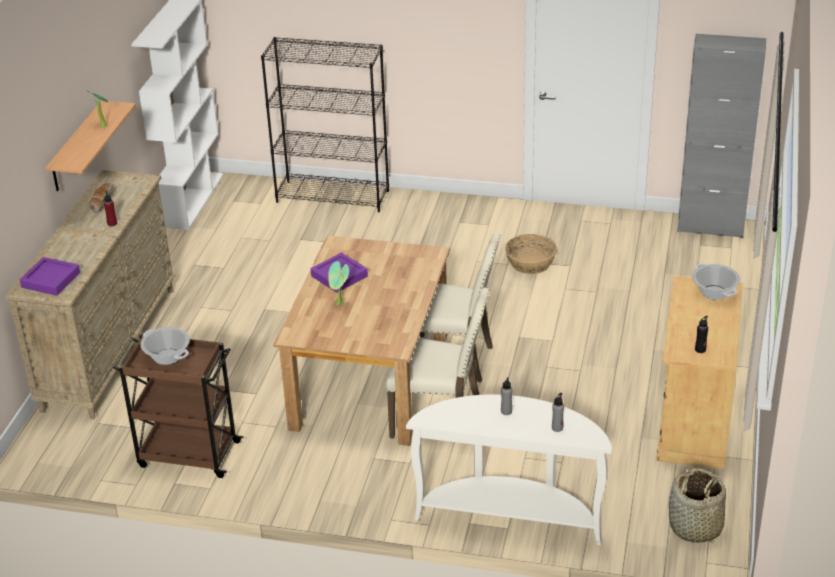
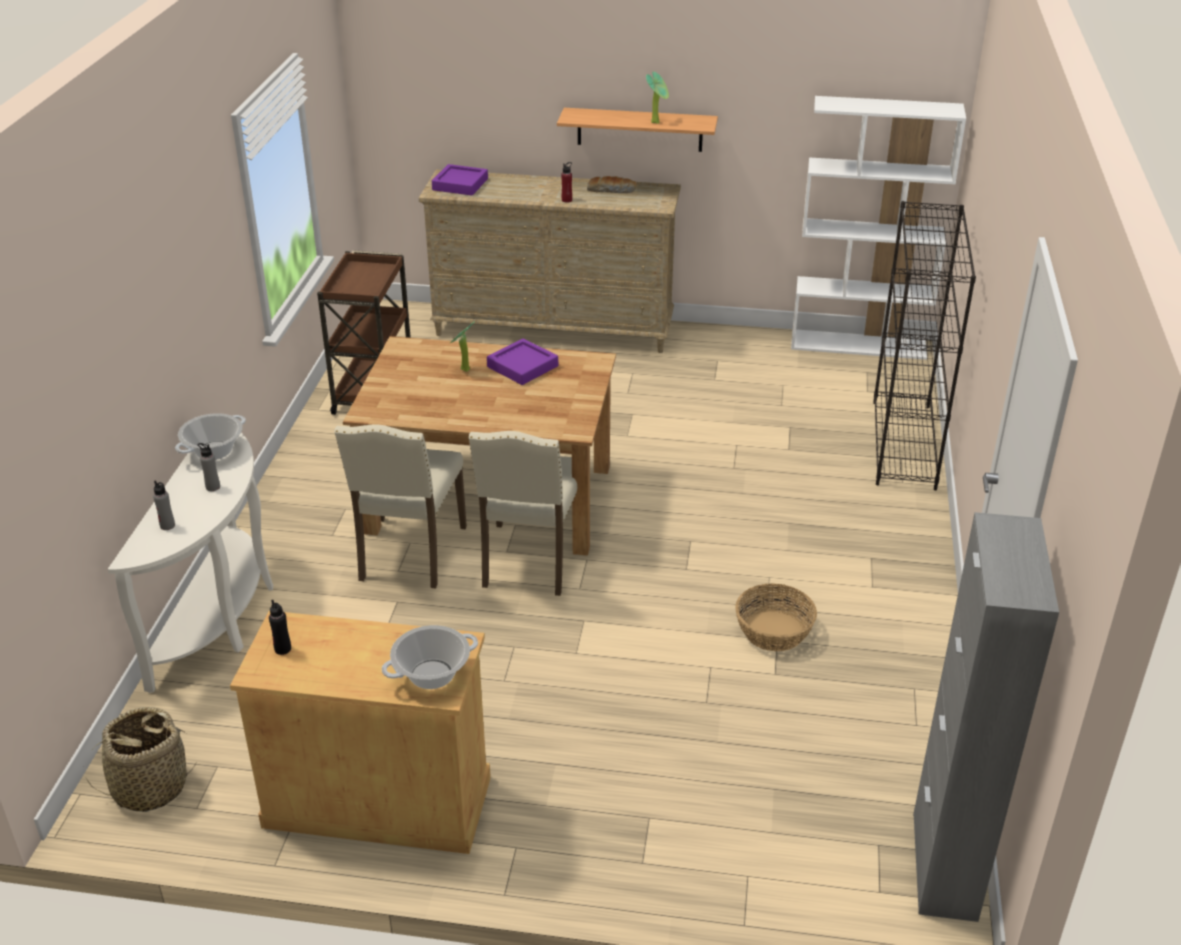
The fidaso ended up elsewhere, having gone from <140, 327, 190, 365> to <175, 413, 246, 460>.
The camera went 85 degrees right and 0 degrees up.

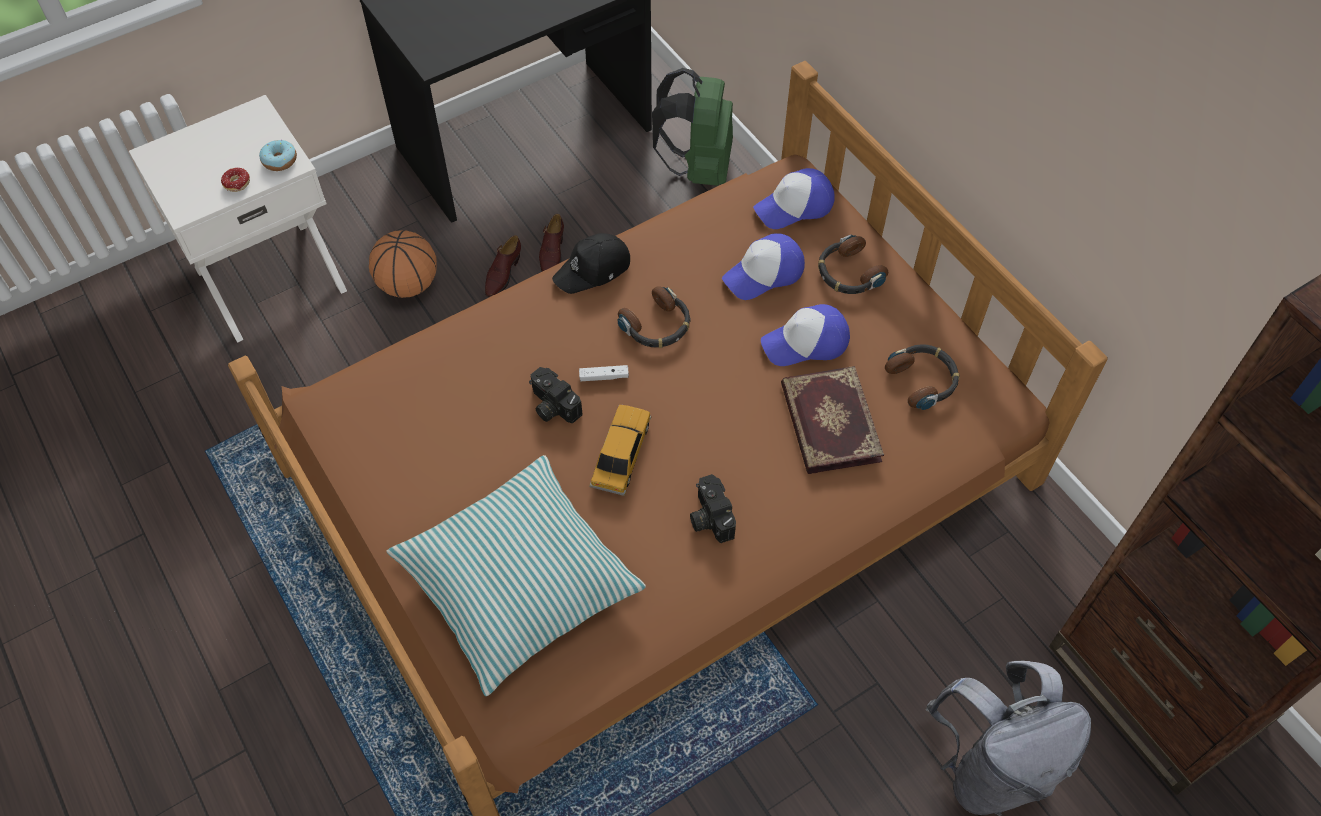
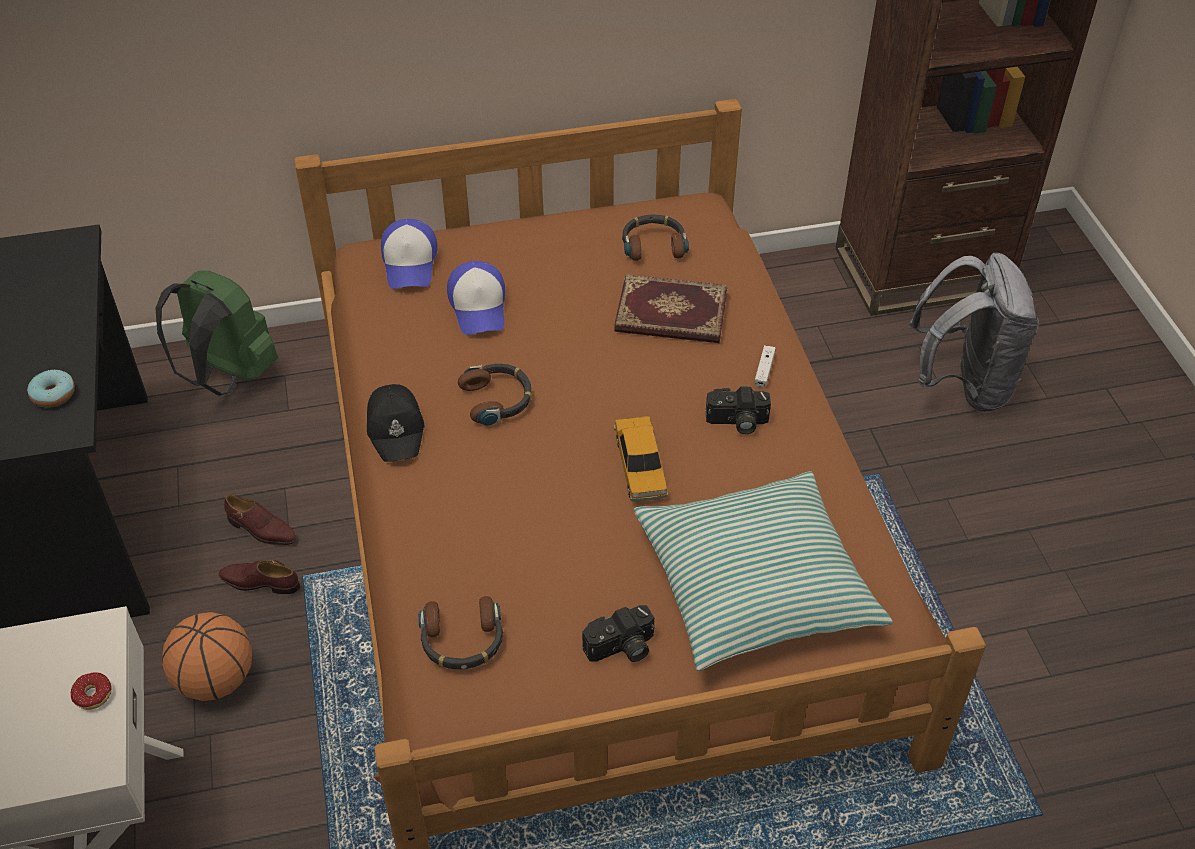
The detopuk ended up elsewhere, having gone from <259, 140, 297, 171> to <27, 370, 75, 408>.
The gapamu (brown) at <485, 235, 521, 297> ended up facing another way, 150 degrees clockwise from before.
The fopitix ended up elsewhere, having gone from <818, 234, 888, 294> to <418, 596, 503, 669>.
The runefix ended up elsewhere, having gone from <529, 367, 582, 424> to <582, 605, 655, 662>.
The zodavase at <589, 405, 651, 496> ended up facing another way, 135 degrees counterclockwise from before.
The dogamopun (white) ended up elsewhere, having gone from <579, 365, 629, 381> to <754, 345, 776, 388>.
The second view lost the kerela at <761, 304, 850, 366>.
The camera went 70 degrees left and 10 degrees down.

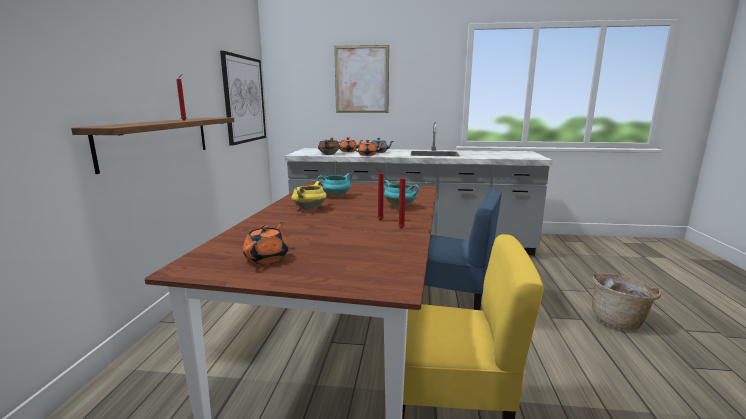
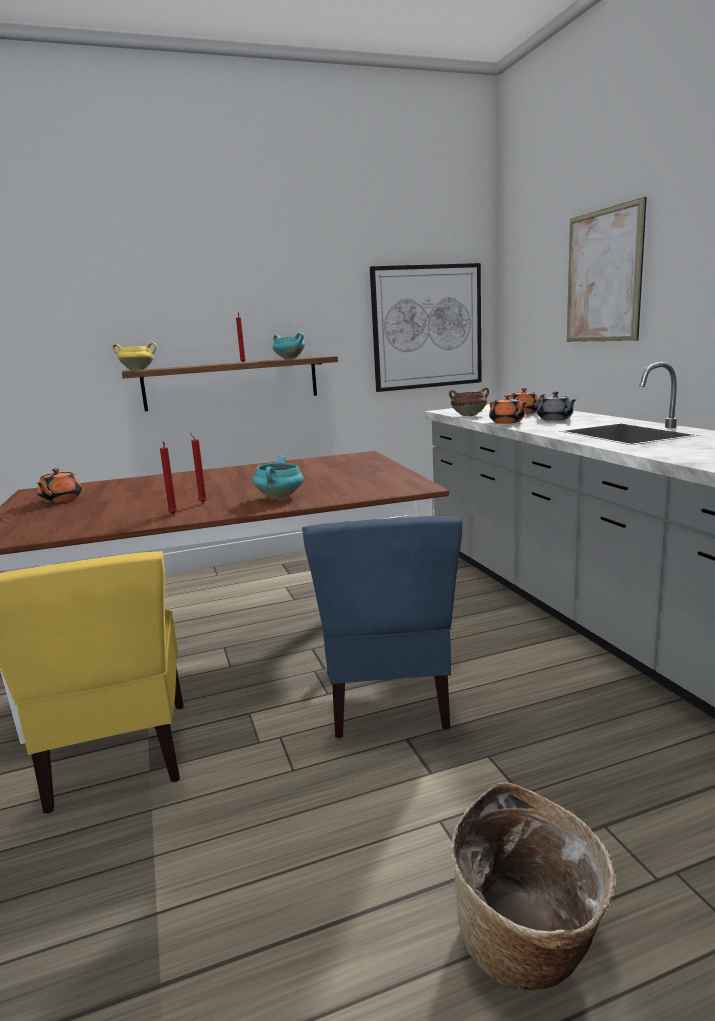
The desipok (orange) at <243, 222, 288, 264> ended up facing another way, 105 degrees clockwise from before.
The fidaso (yellow) ended up elsewhere, having gone from <292, 181, 327, 210> to <112, 342, 157, 370>.
The fidaso (turquoise) ended up elsewhere, having gone from <318, 173, 353, 197> to <273, 332, 305, 359>.
The camera went 65 degrees right and 0 degrees up.

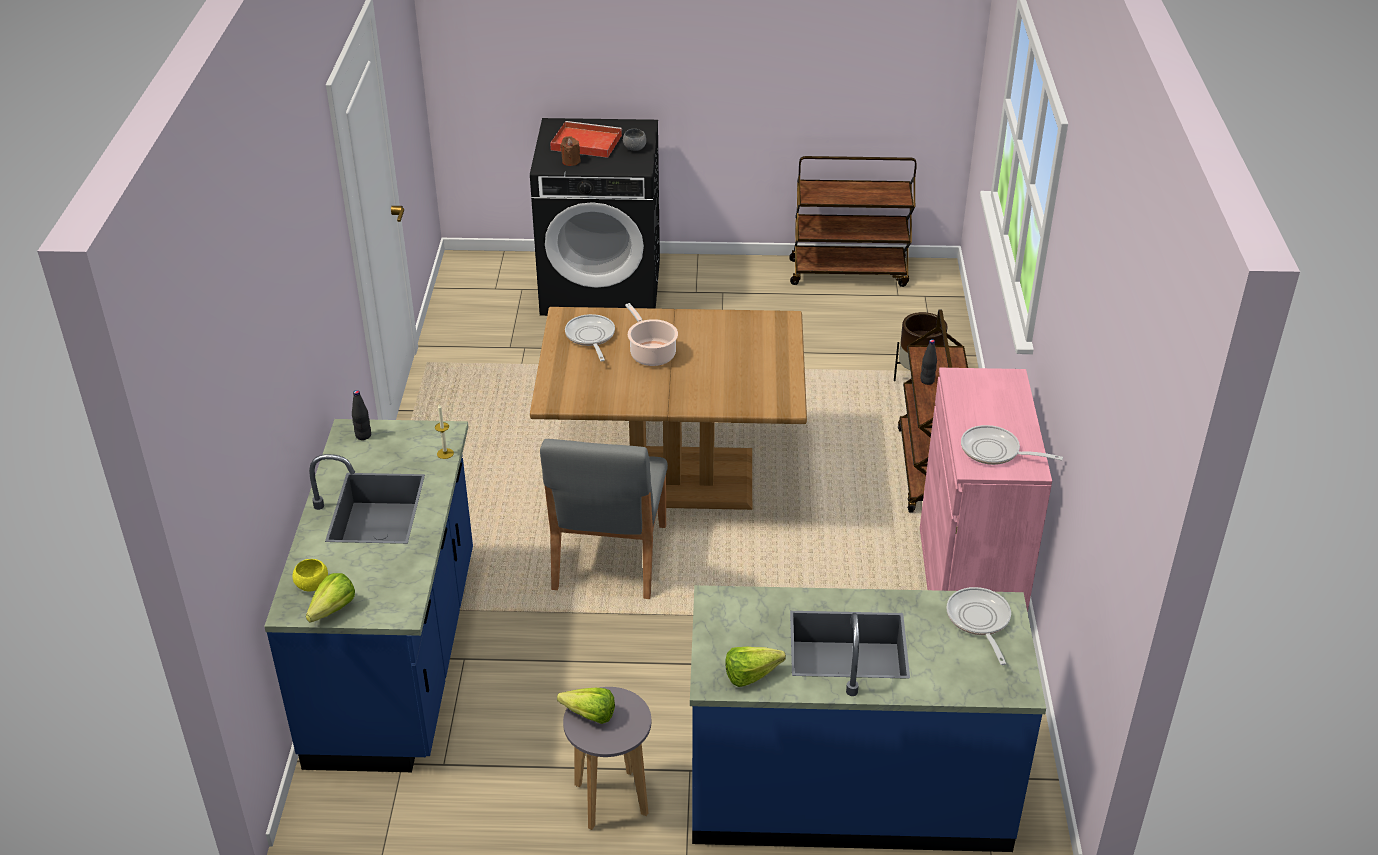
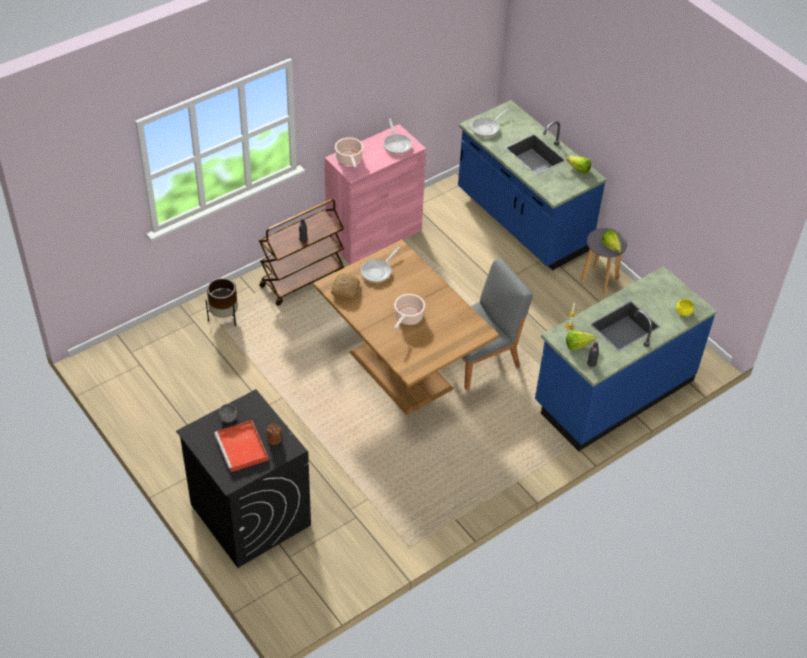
The second view gained the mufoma at <331, 273, 360, 300>.
The second view gained the fidaso at <335, 137, 363, 168>.
The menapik ended up elsewhere, having gone from <565, 314, 615, 361> to <361, 247, 400, 283>.
The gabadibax ended up elsewhere, having gone from <306, 573, 355, 623> to <566, 331, 596, 350>.
The second view lost the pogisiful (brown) at <789, 156, 917, 287>.
The camera went 130 degrees left and 10 degrees up.

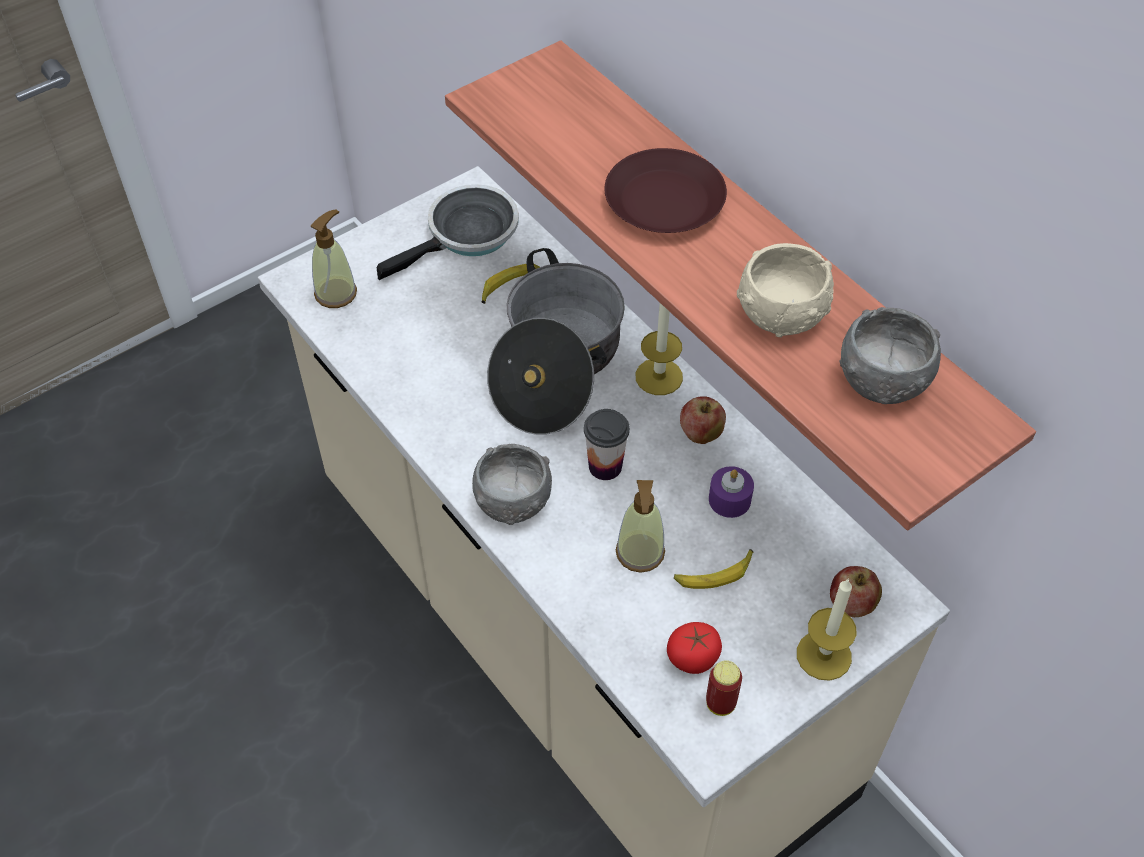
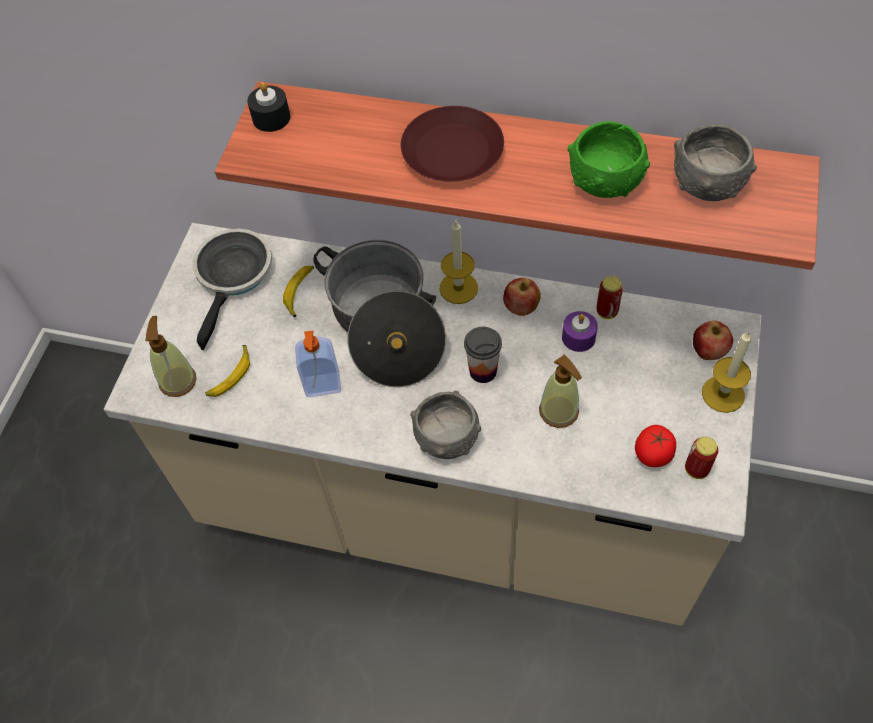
The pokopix ended up elsewhere, having gone from <674, 549, 753, 589> to <205, 345, 250, 397>.
The second view gained the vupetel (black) at <247, 82, 290, 132>.
The second view gained the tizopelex at <295, 330, 341, 397>.
What was the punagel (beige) at <737, 243, 834, 337> turned into the punagel (green) at <568, 121, 650, 198>.
The second view gained the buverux at <596, 276, 623, 319>.
The camera went 35 degrees left and 5 degrees up.

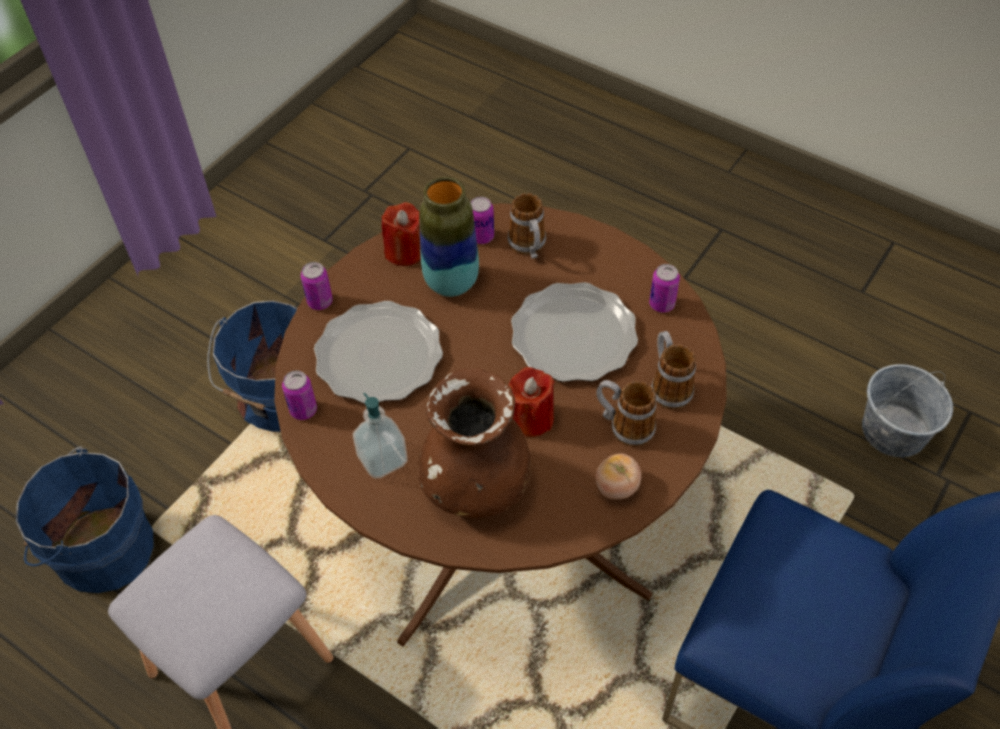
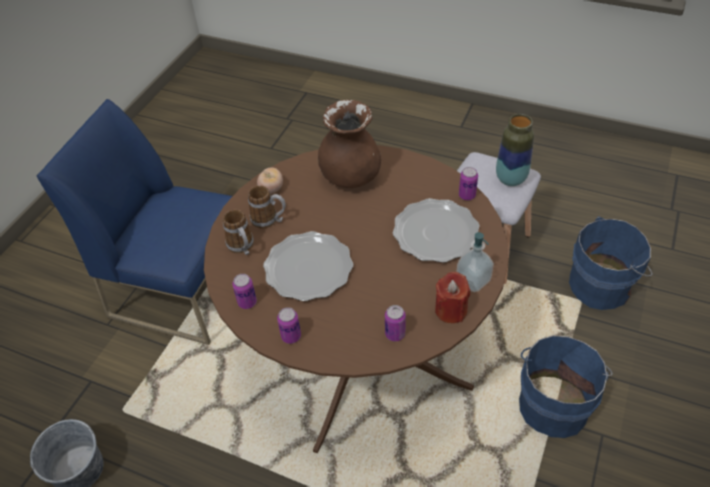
The buverux ended up elsewhere, having gone from <301, 262, 333, 310> to <277, 307, 301, 344>.
The tizopelex ended up elsewhere, having gone from <353, 393, 407, 479> to <456, 232, 494, 292>.
The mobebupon ended up elsewhere, having gone from <419, 177, 479, 297> to <496, 114, 534, 186>.
The second view lost the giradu at <508, 193, 546, 259>.
The second view lost the vupetel (red) at <509, 367, 554, 437>.
The camera went 170 degrees right and 5 degrees down.

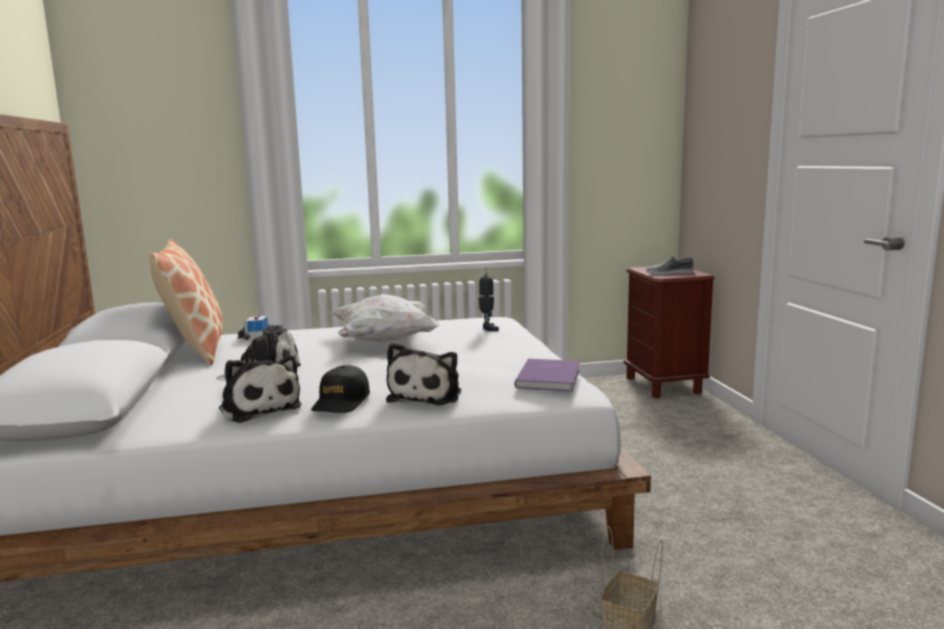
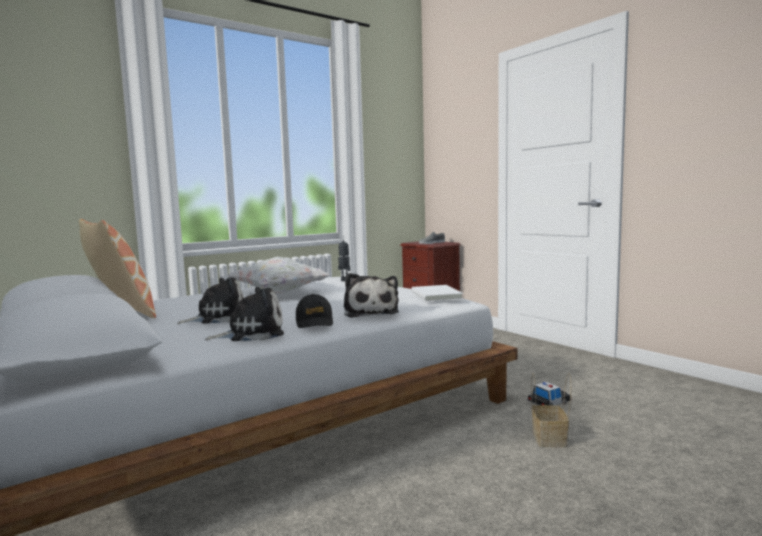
The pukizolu at <219, 355, 302, 423> ended up facing another way, 45 degrees counterclockwise from before.
What was the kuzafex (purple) at <514, 359, 580, 391> turned into the kuzafex (white) at <411, 285, 463, 302>.
The zodavase ended up elsewhere, having gone from <237, 315, 283, 340> to <527, 382, 572, 406>.
The camera went 25 degrees left and 5 degrees down.

